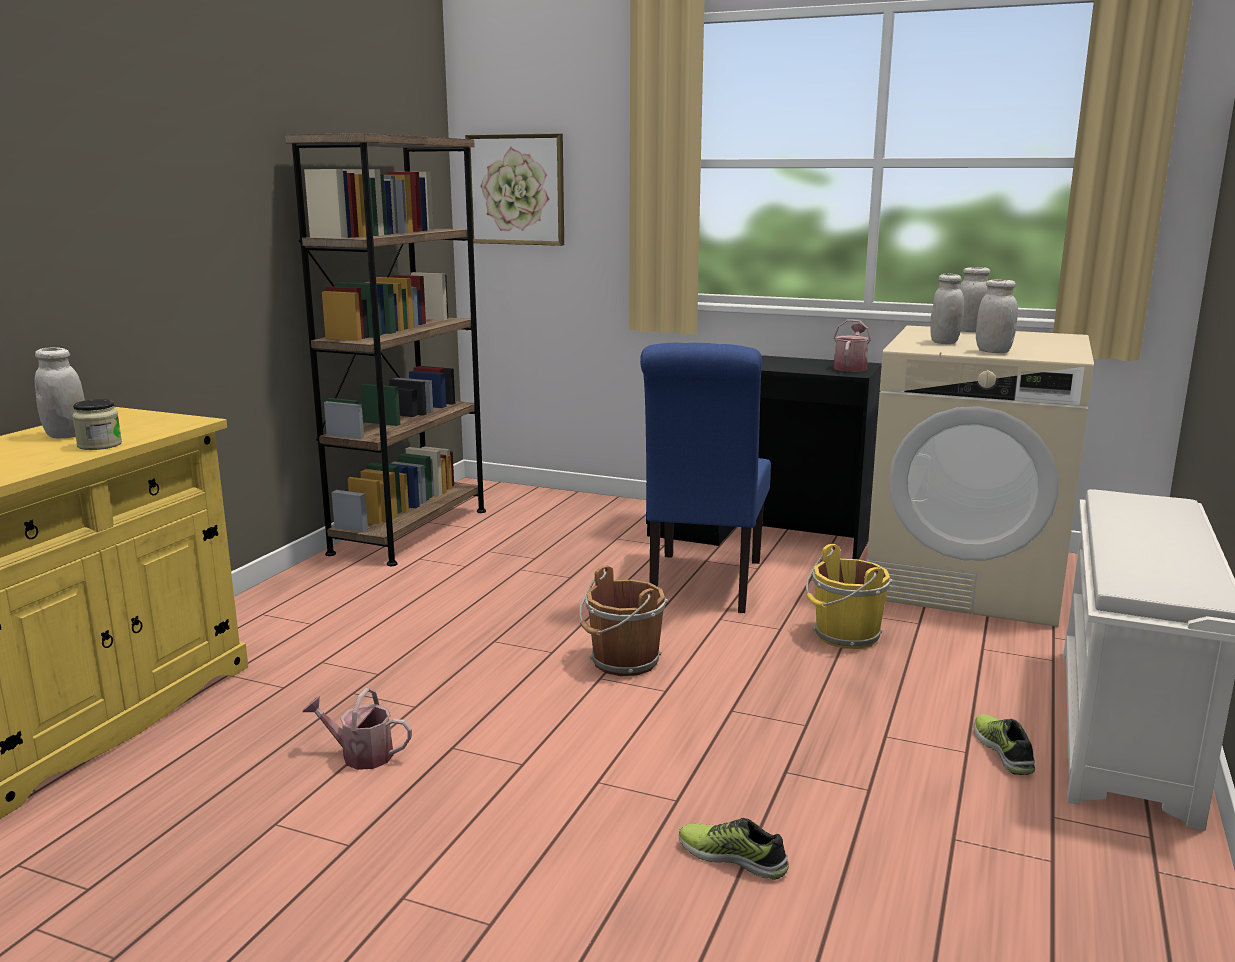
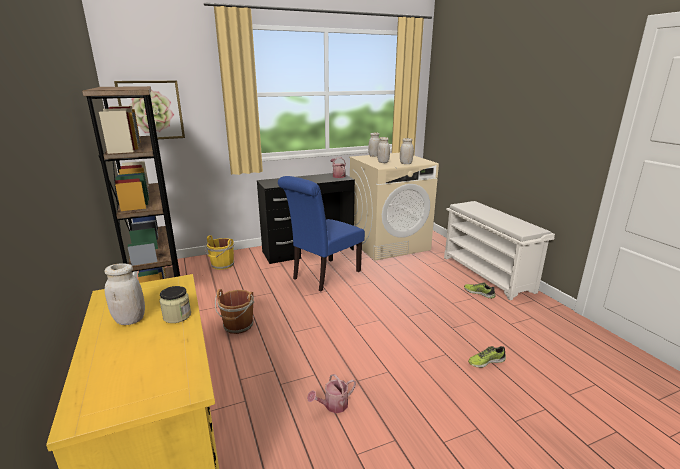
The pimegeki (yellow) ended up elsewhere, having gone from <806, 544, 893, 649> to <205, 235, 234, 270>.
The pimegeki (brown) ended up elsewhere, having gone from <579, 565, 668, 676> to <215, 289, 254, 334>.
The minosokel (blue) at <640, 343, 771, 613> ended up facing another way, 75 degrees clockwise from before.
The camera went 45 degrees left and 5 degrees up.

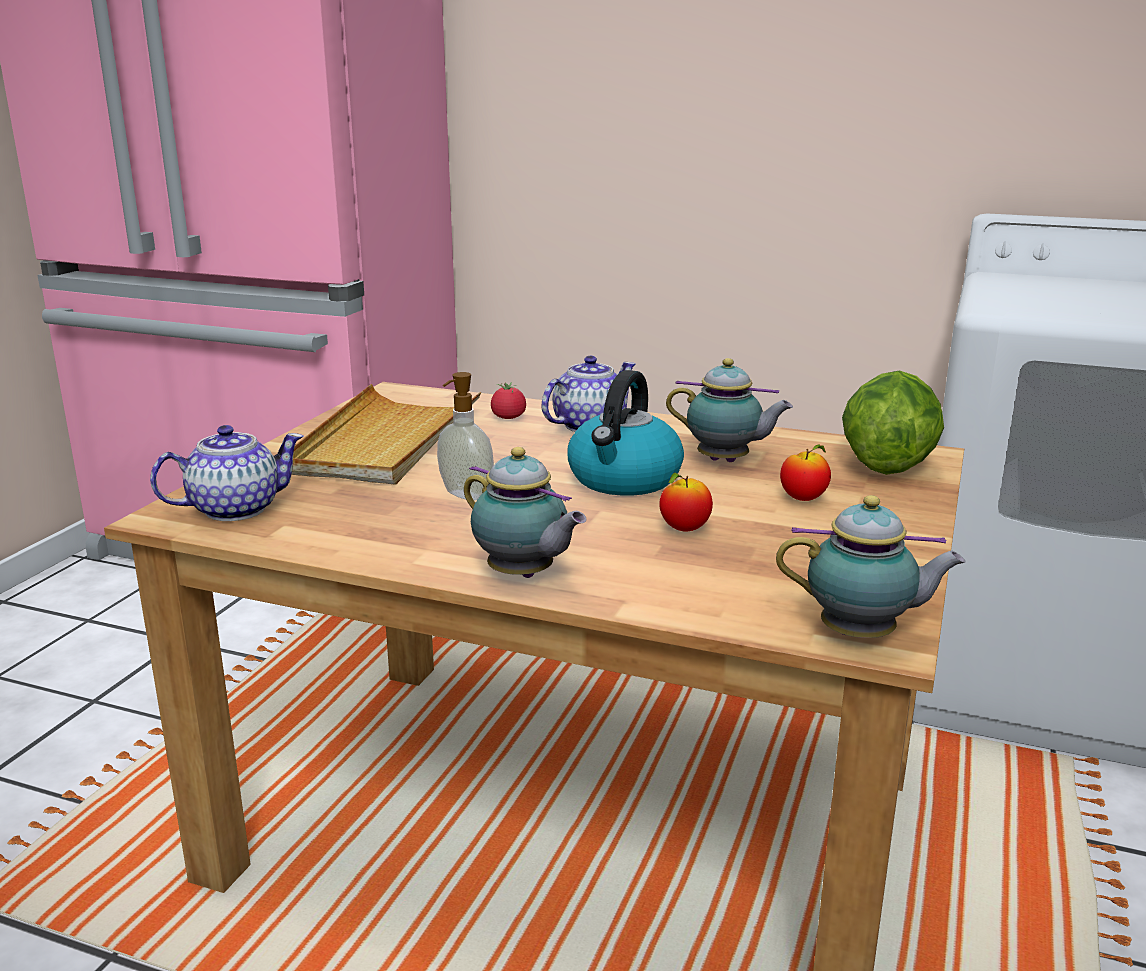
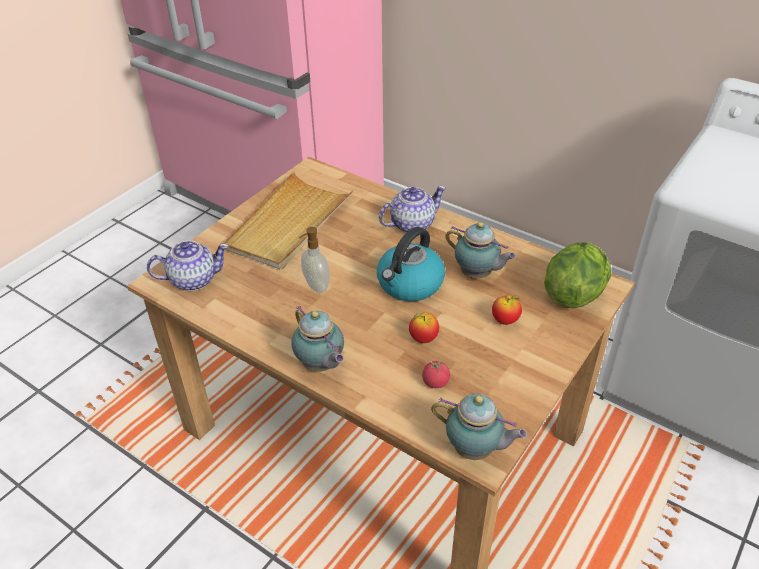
The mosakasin ended up elsewhere, having gone from <491, 382, 526, 419> to <422, 360, 450, 388>.
The camera went 15 degrees right and 20 degrees up.

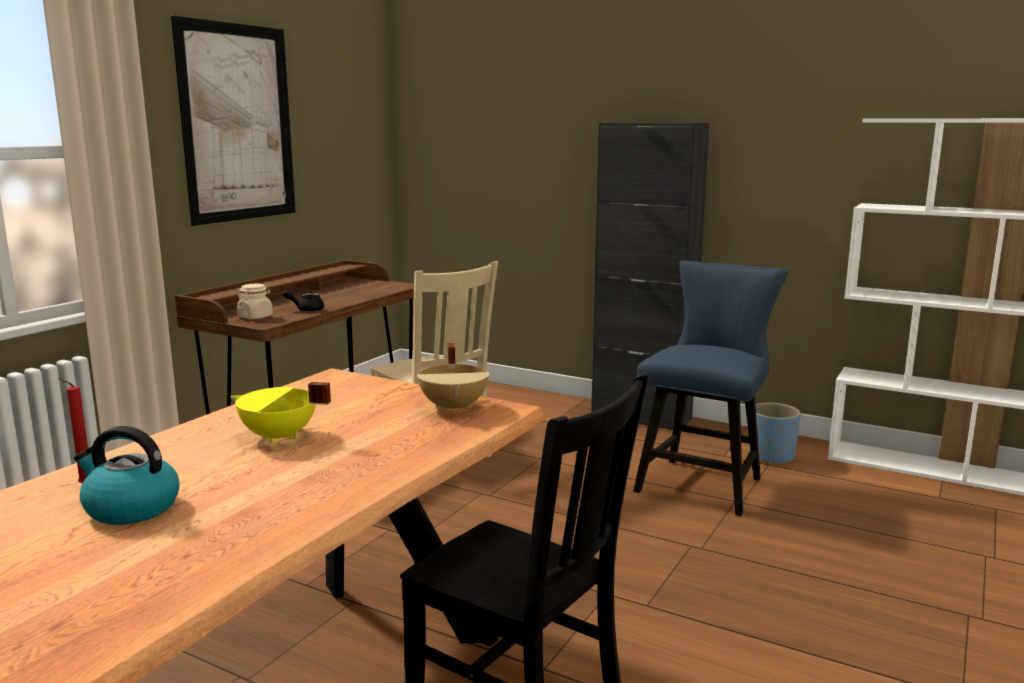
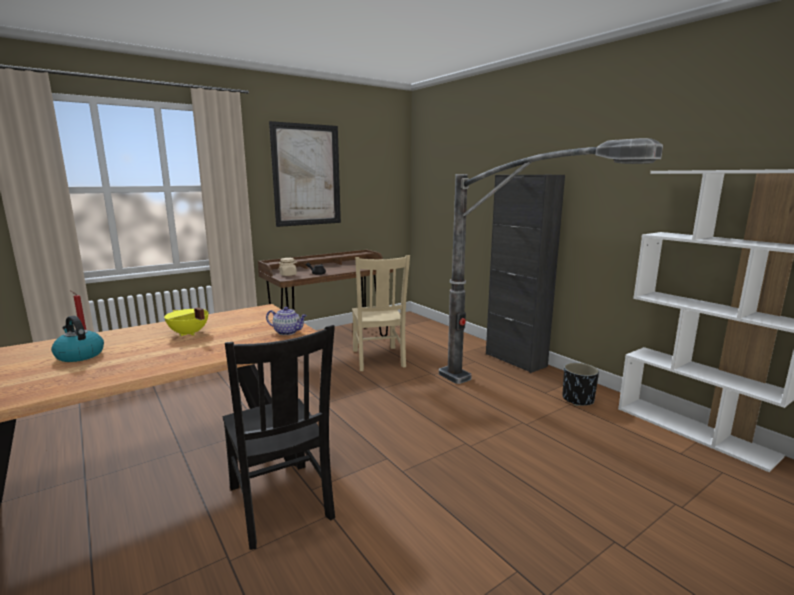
Where the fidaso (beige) stood at <417, 343, 489, 413>, the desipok came to stand at <266, 307, 307, 335>.
Where the minosokel (blue) stood at <633, 260, 788, 516>, the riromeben came to stand at <439, 138, 663, 384>.
What was the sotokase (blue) at <749, 403, 801, 465> turned into the sotokase (black) at <563, 363, 599, 406>.
The camera went 25 degrees right and 0 degrees up.

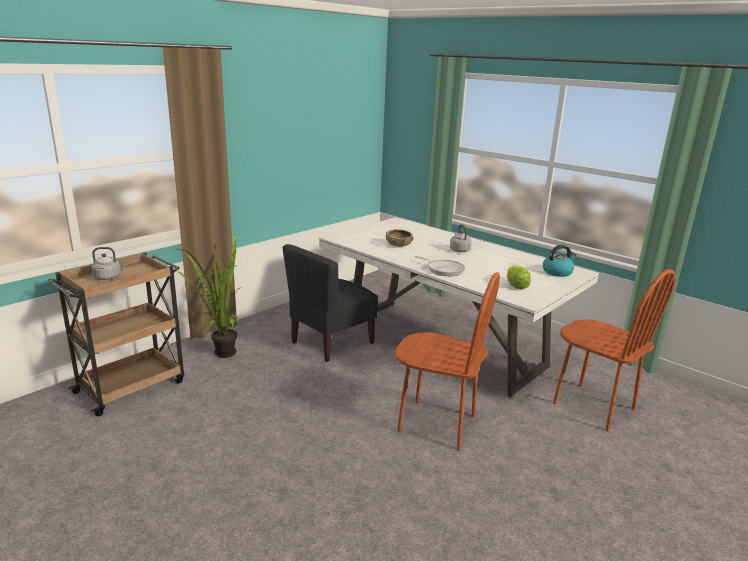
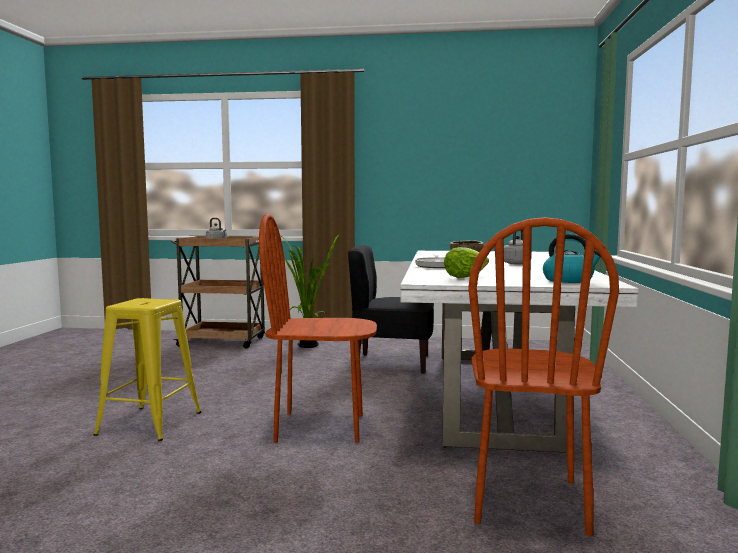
The second view gained the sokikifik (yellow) at <93, 298, 201, 441>.
The minosokel (brown) at <394, 272, 500, 451> ended up facing another way, 105 degrees clockwise from before.
The camera went 55 degrees right and 15 degrees down.

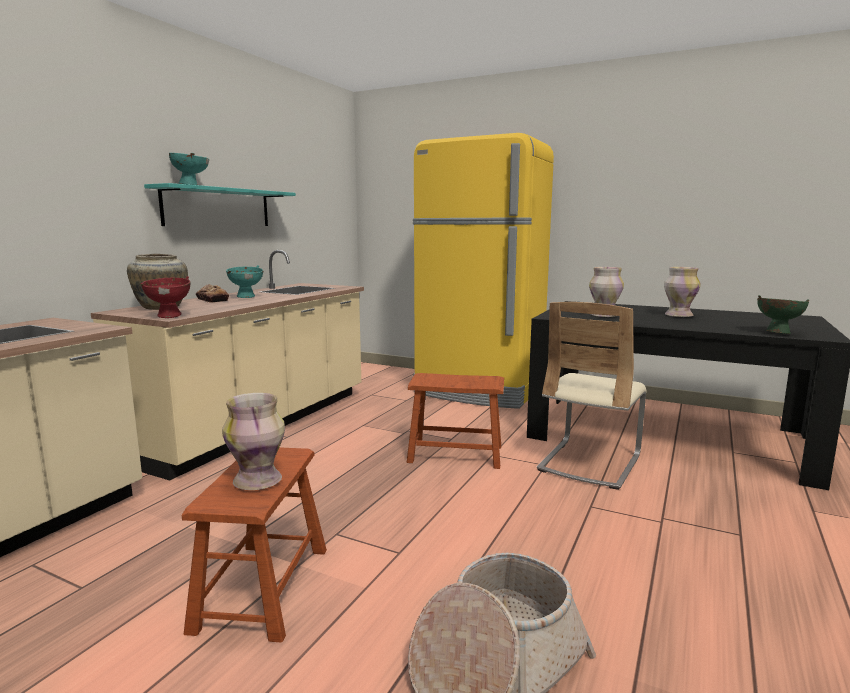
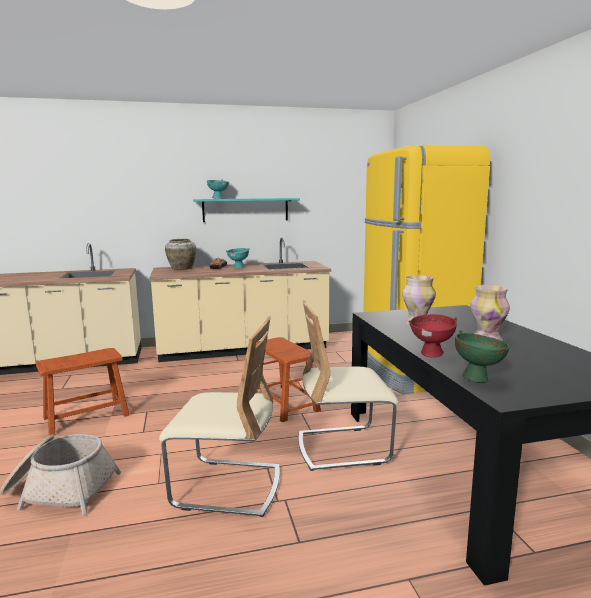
The second view gained the minosokel (beige) at <159, 316, 280, 517>.
The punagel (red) ended up elsewhere, having gone from <140, 276, 191, 318> to <409, 314, 457, 358>.
The second view lost the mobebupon at <222, 393, 285, 490>.
The camera went 50 degrees right and 0 degrees up.

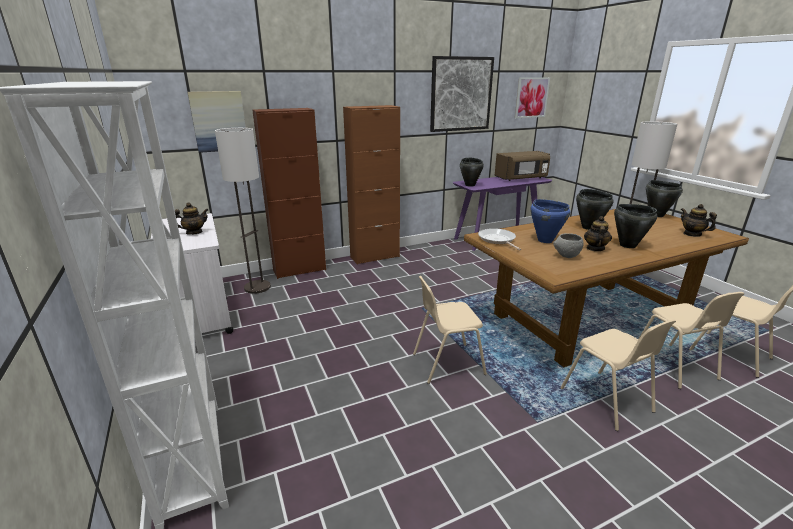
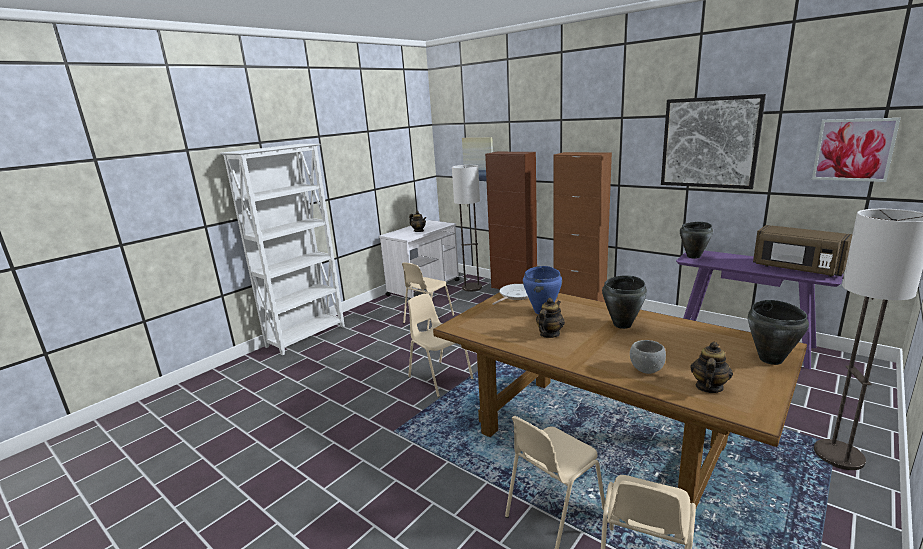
The minosokel (beige) ended up elsewhere, having gone from <560, 319, 676, 431> to <402, 262, 454, 330>.
The desipok at <584, 216, 612, 251> ended up facing another way, 45 degrees counterclockwise from before.
The punagel (grey) ended up elsewhere, having gone from <553, 233, 584, 258> to <630, 340, 666, 374>.
The second view lost the fidaso (black) at <614, 204, 657, 248>.
The camera went 65 degrees right and 5 degrees down.

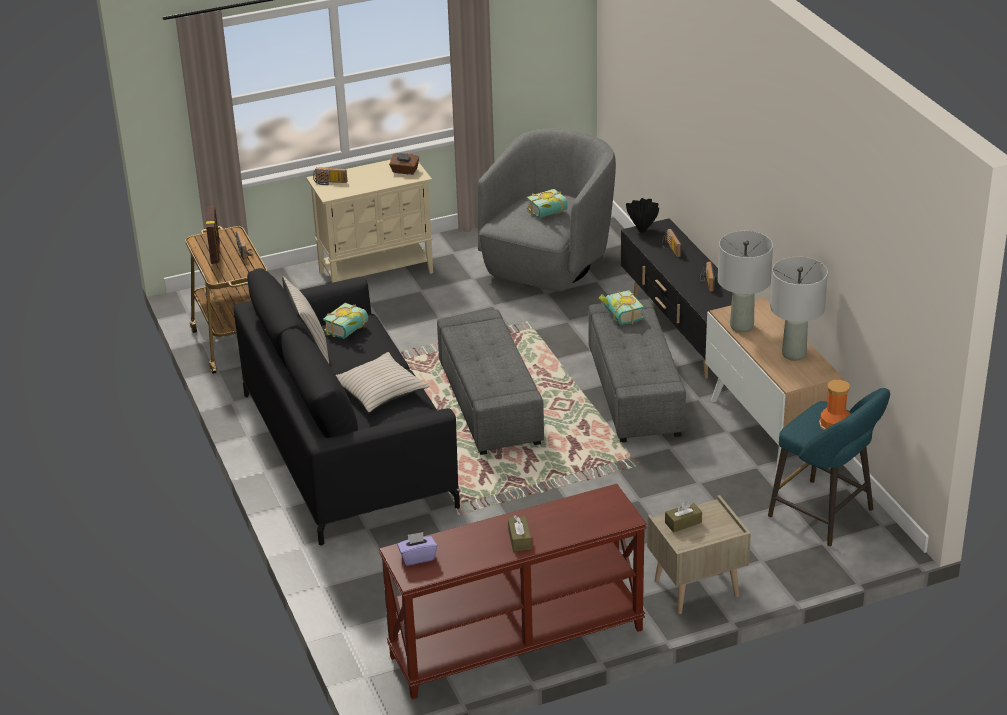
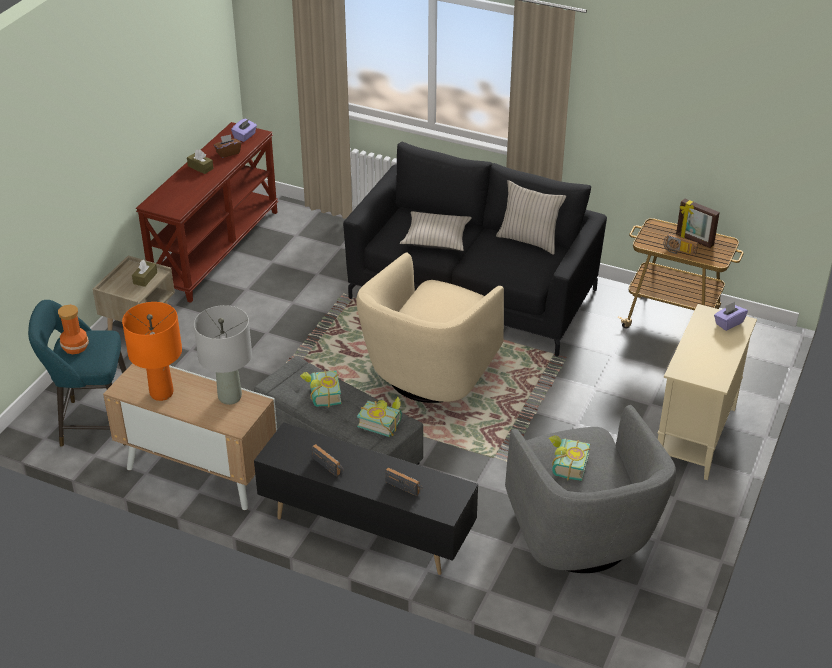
What was the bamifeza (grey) at <770, 257, 828, 361> turned into the bamifeza (orange) at <122, 302, 182, 401>.
The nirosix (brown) ended up elsewhere, having gone from <389, 153, 419, 175> to <214, 134, 241, 158>.
The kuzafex ended up elsewhere, having gone from <323, 303, 368, 339> to <300, 370, 341, 408>.
Where the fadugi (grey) stood at <437, 309, 544, 455>, the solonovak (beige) came to stand at <356, 252, 504, 403>.
Where the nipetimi stood at <313, 167, 347, 185>, the nirosix (purple) came to stand at <714, 302, 748, 331>.
The second view lost the mobebupon (black) at <626, 198, 659, 233>.
The camera went 135 degrees right and 5 degrees up.

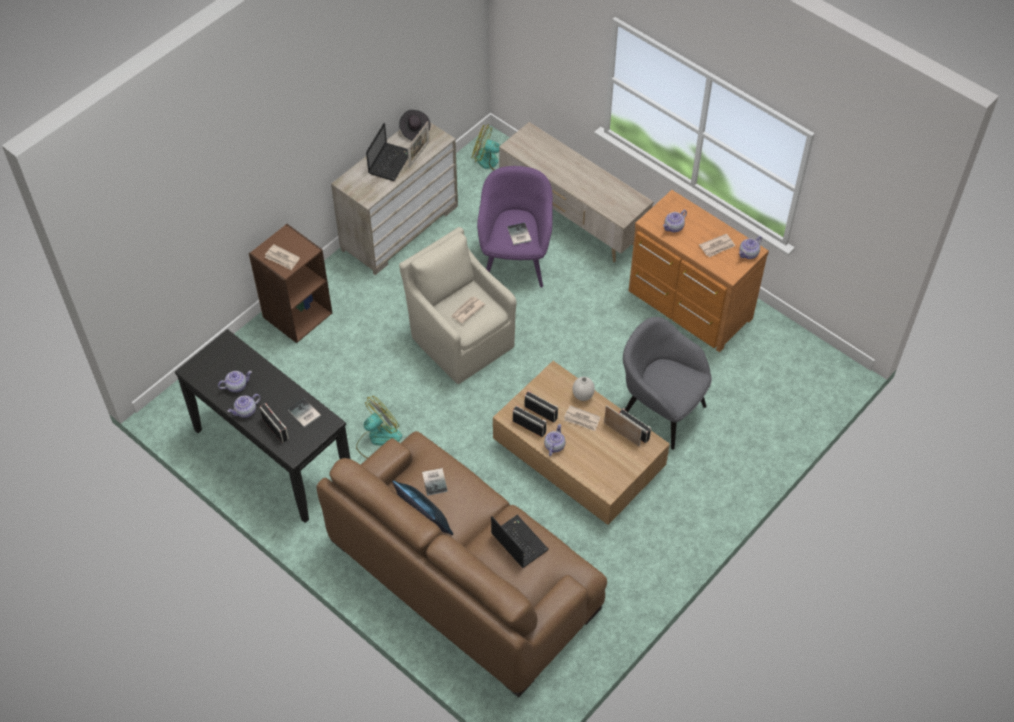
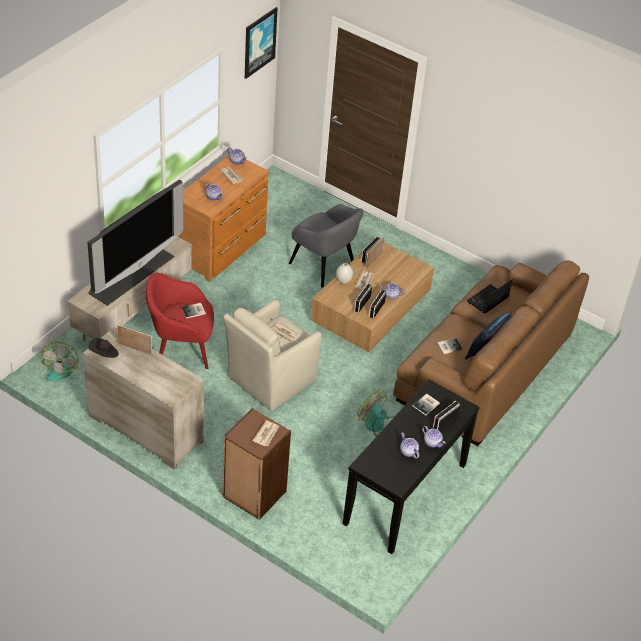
The second view gained the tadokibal at <87, 179, 183, 306>.
What was the solonovak (purple) at <477, 166, 553, 288> turned into the solonovak (red) at <146, 273, 214, 369>.
The second view gained the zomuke at <245, 7, 278, 79>.
The solonovak (grey) at <623, 317, 712, 450> ended up facing another way, 75 degrees counterclockwise from before.
The second view lost the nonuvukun at <366, 123, 408, 181>.
The camera went 100 degrees left and 10 degrees down.

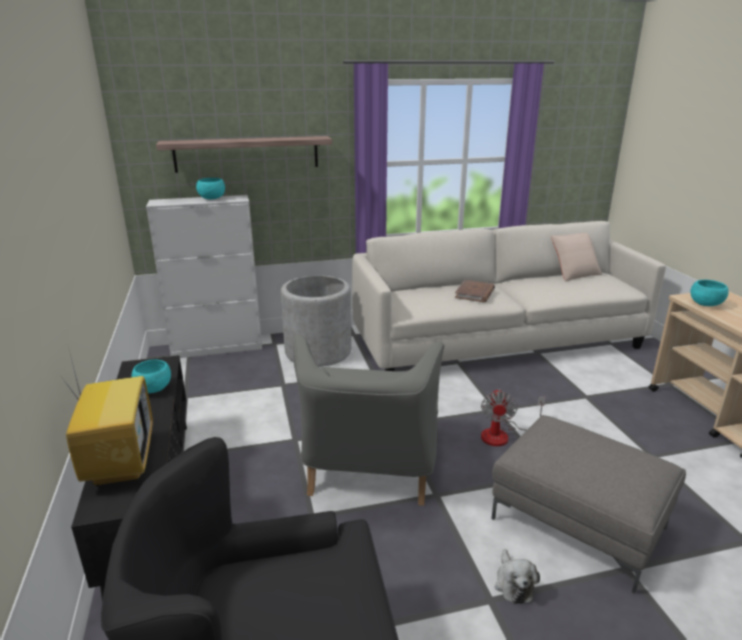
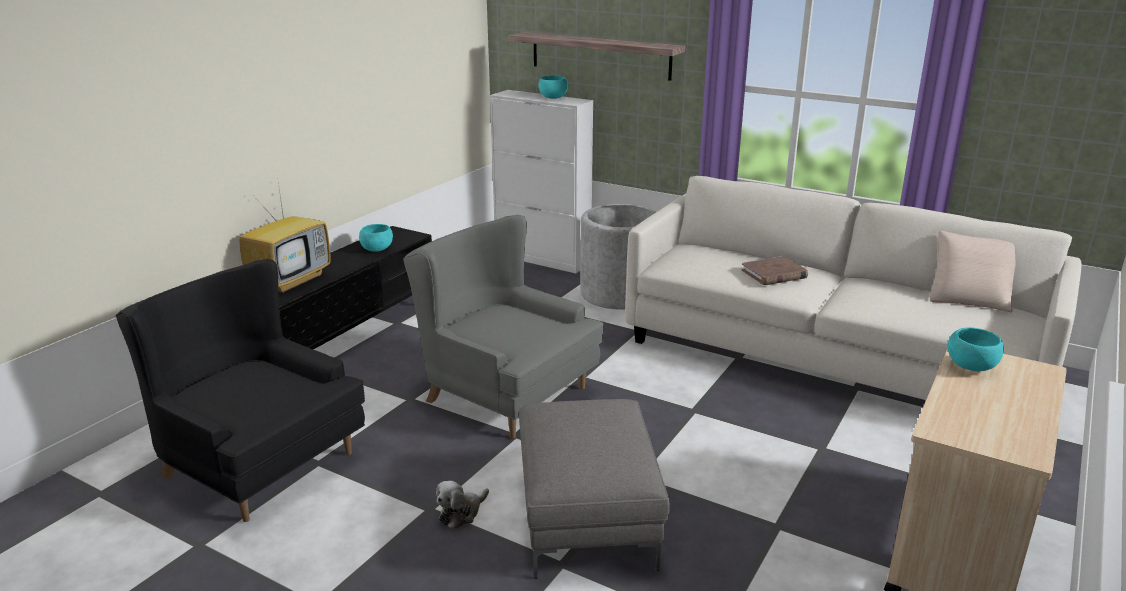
The solonovak (grey) at <294, 334, 444, 506> ended up facing another way, 75 degrees clockwise from before.
The second view lost the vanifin at <481, 389, 546, 446>.
The camera went 45 degrees right and 0 degrees up.

